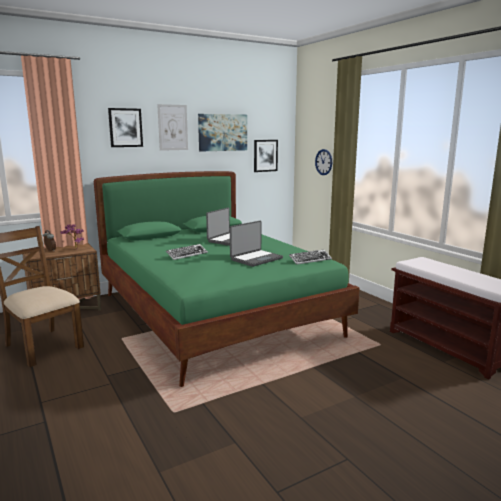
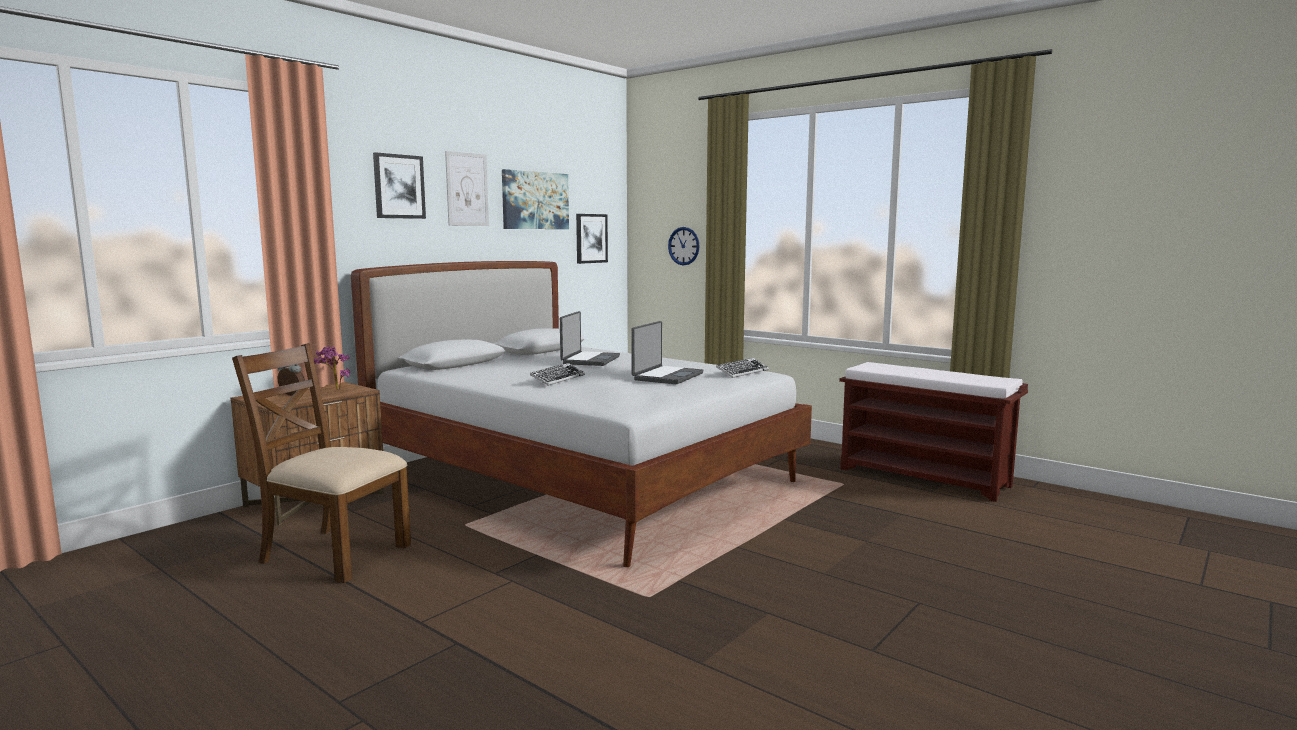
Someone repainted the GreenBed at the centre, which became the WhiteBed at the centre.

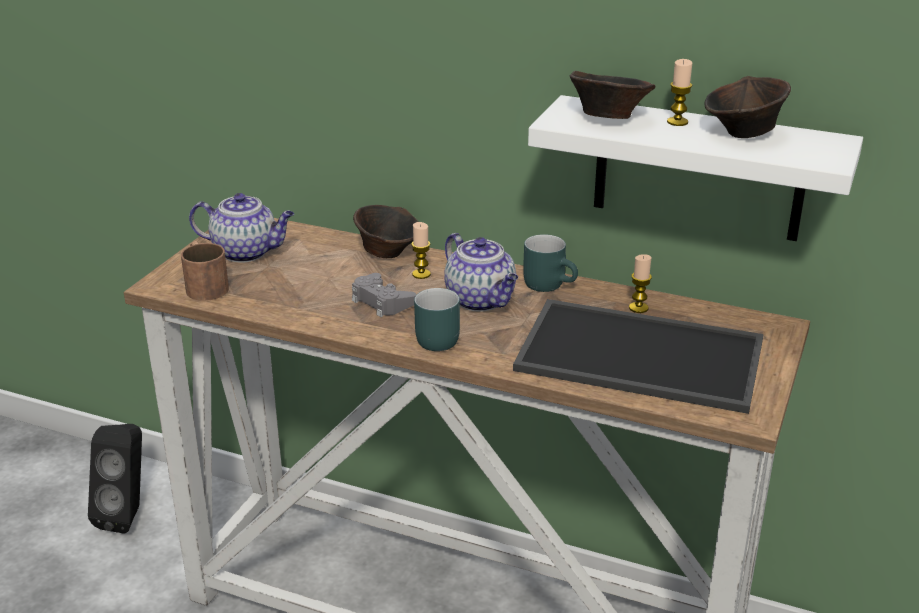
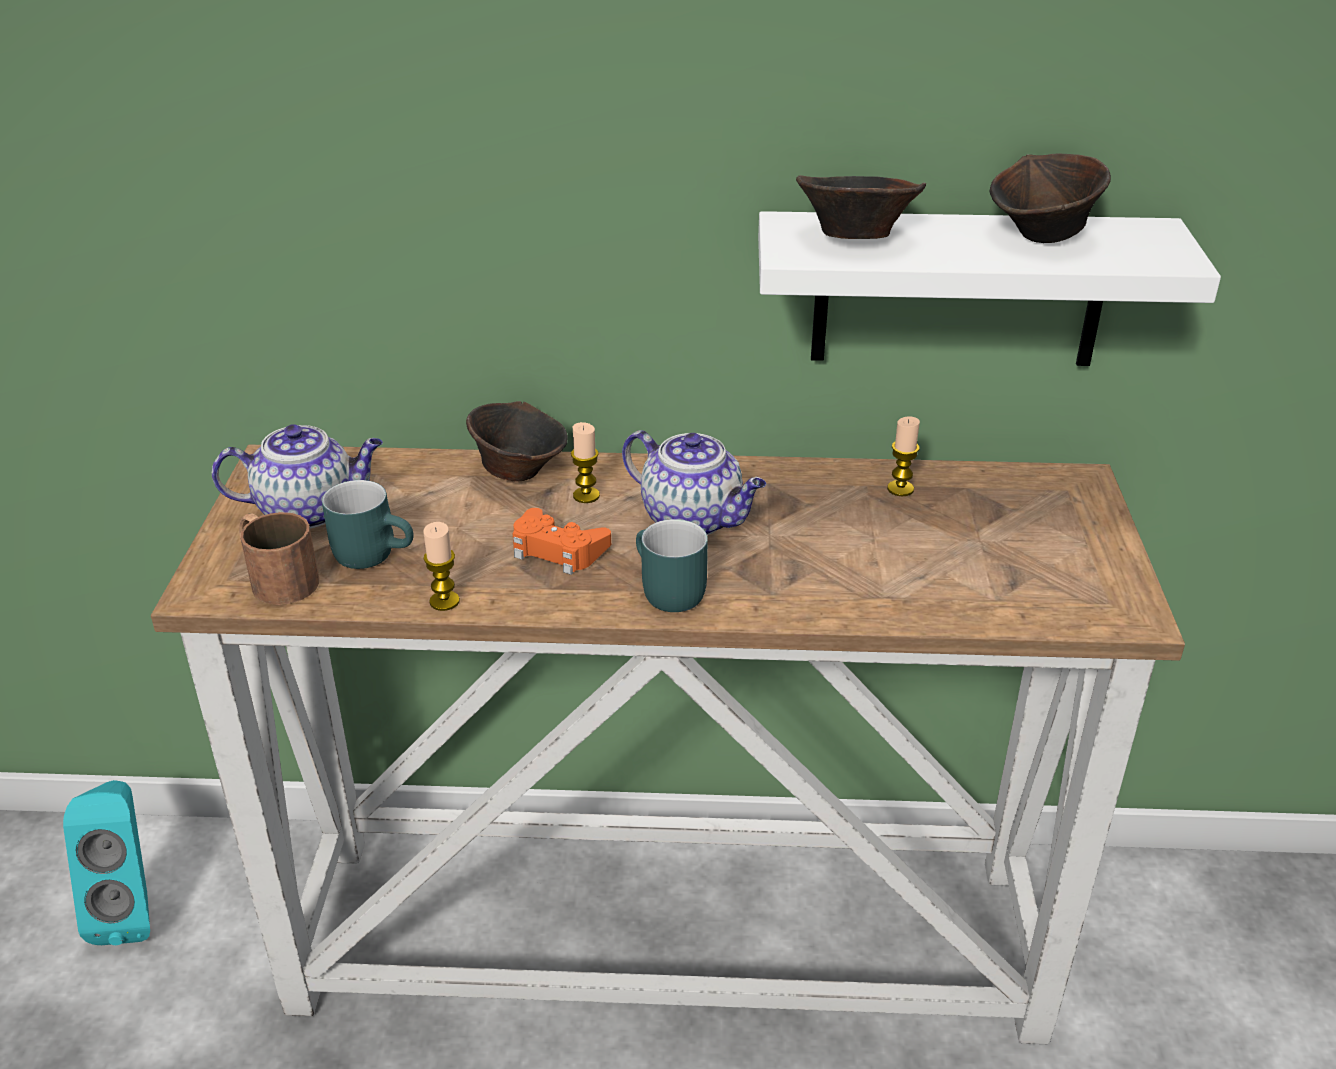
Someone carried the Candle (no. 3 from left in the first image) from the top right to the middle left.
Someone carried the TurquoiseMug (no. 2 from left in the first image) from the centre to the middle left.
Someone repainted the GreyGameController at the centre, which became the OrangeGameController at the centre.
Someone took away the Tray at the middle right.
Someone repainted the BlackSpeaker at the bottom left, which became the TurquoiseSpeaker at the bottom left.

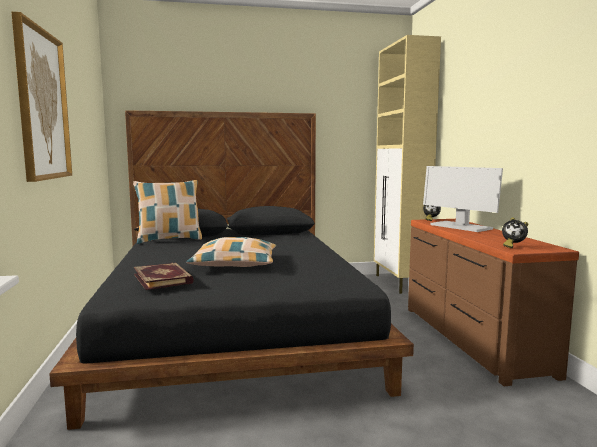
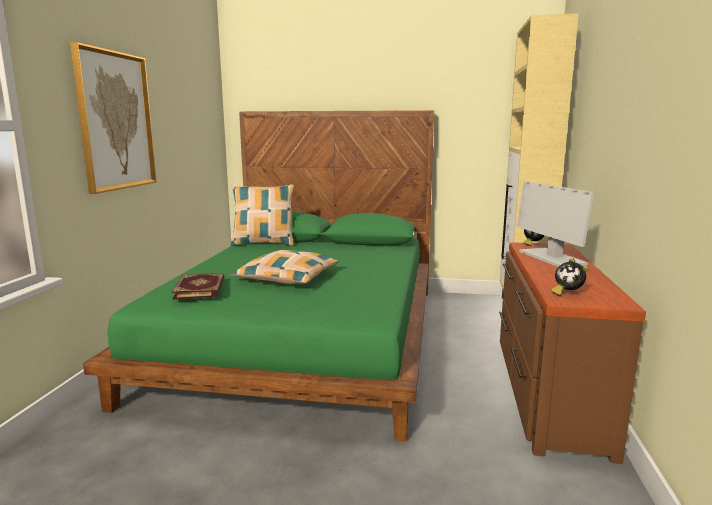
Someone repainted the BlackBed at the centre, which became the GreenBed at the centre.

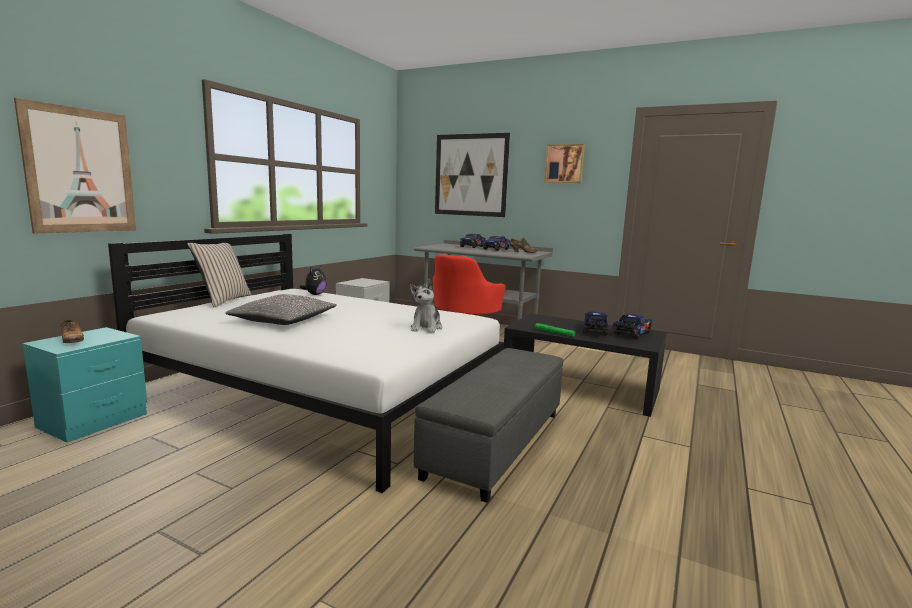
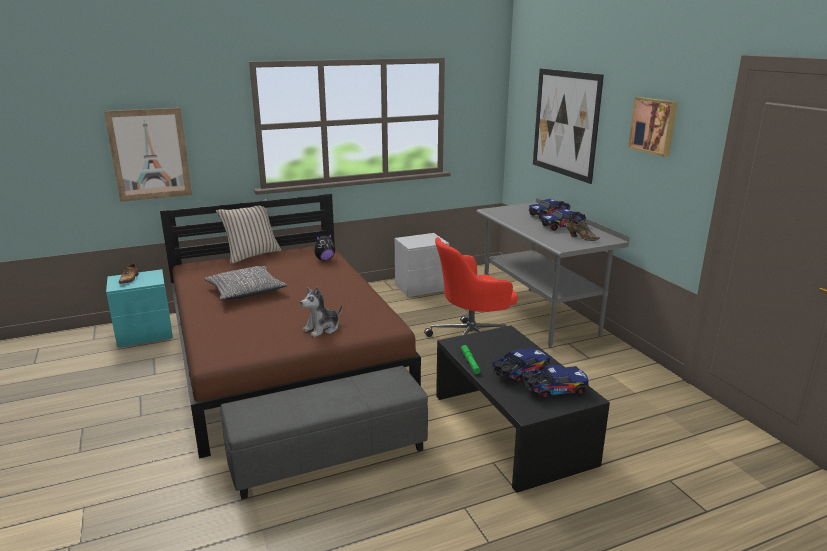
Someone repainted the WhiteBed at the centre, which became the BrownBed at the centre.

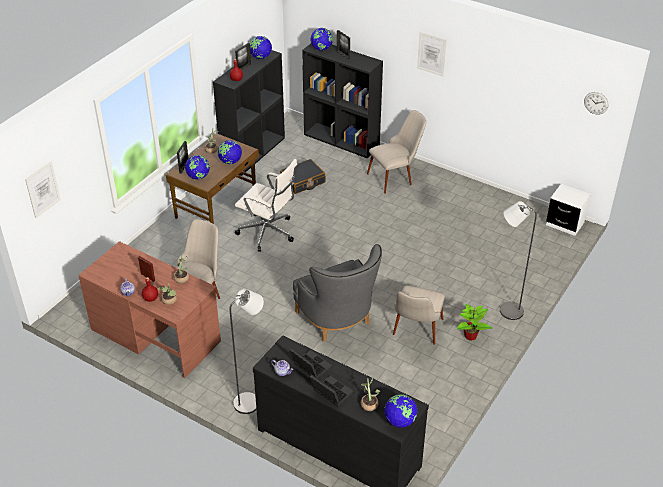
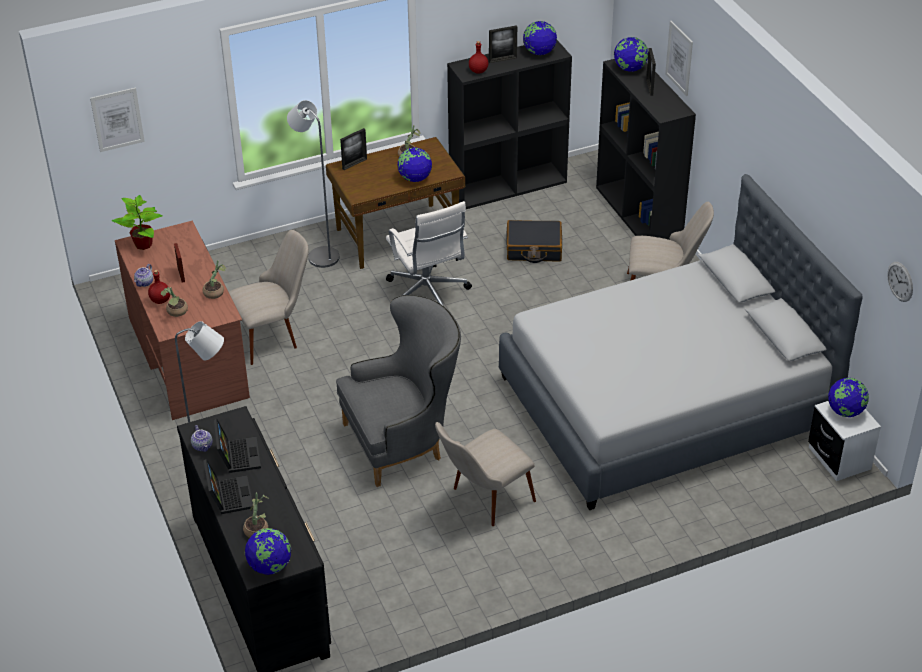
Someone carried the Picture (no. 2 from left) from the top centre to the top right.
Someone carried the Globe (no. 1 from left in the first image) from the middle left to the middle right.
Someone carried the GreyFloorLamp (no. 2 from left) from the middle right to the top centre.
Someone rotated the GreyArmchair at the centre by 120 degrees counterclockwise.
Someone carried the PottedPlant (no. 5 from left in the first image) from the middle right to the top left.
Someone put down the GreyBed at the middle right.

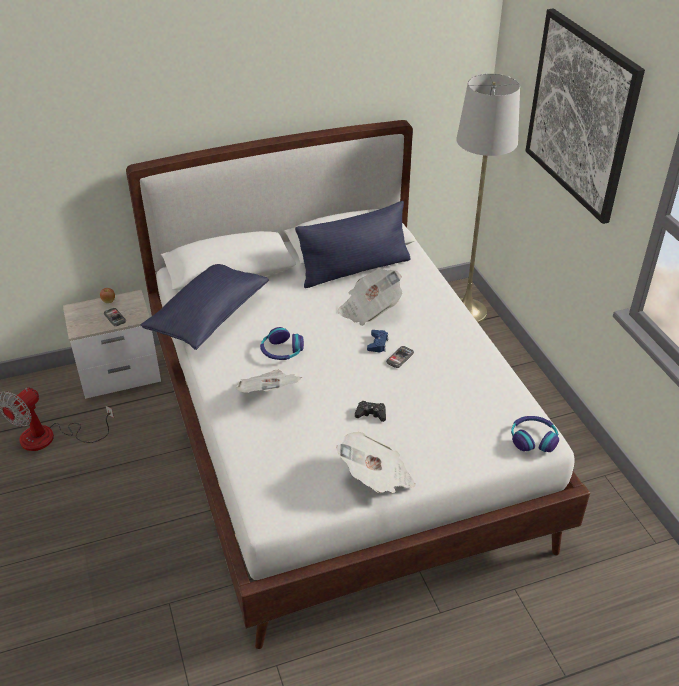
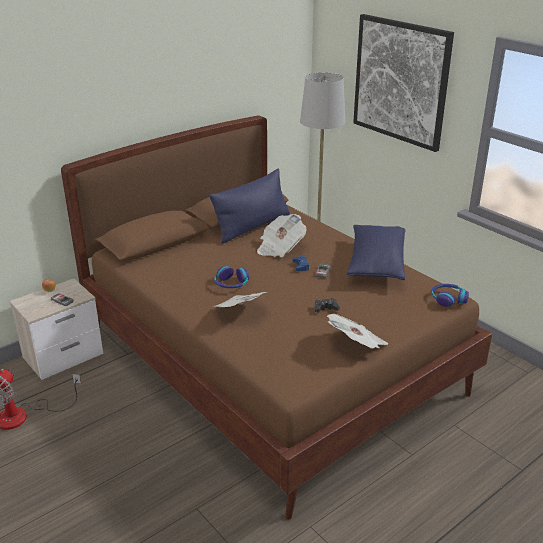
Someone repainted the WhiteBed at the centre, which became the BrownBed at the centre.
Someone carried the BluePillow (no. 1 from left in the first image) from the middle left to the middle right.

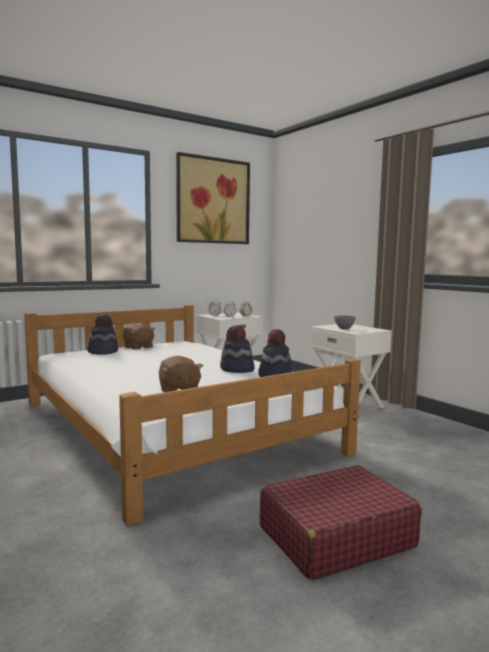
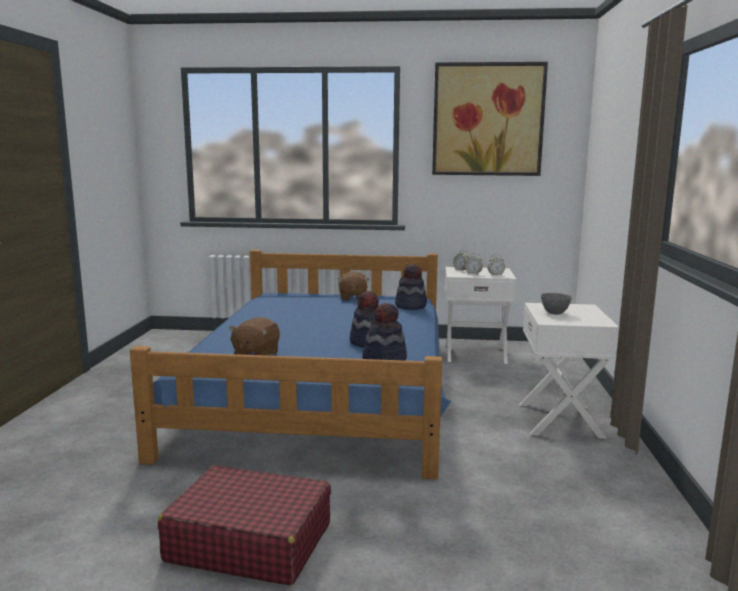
Someone repainted the WhiteBed at the centre, which became the BlueBed at the centre.
Someone carried the Hat (no. 1 from left in the first image) from the middle left to the centre.

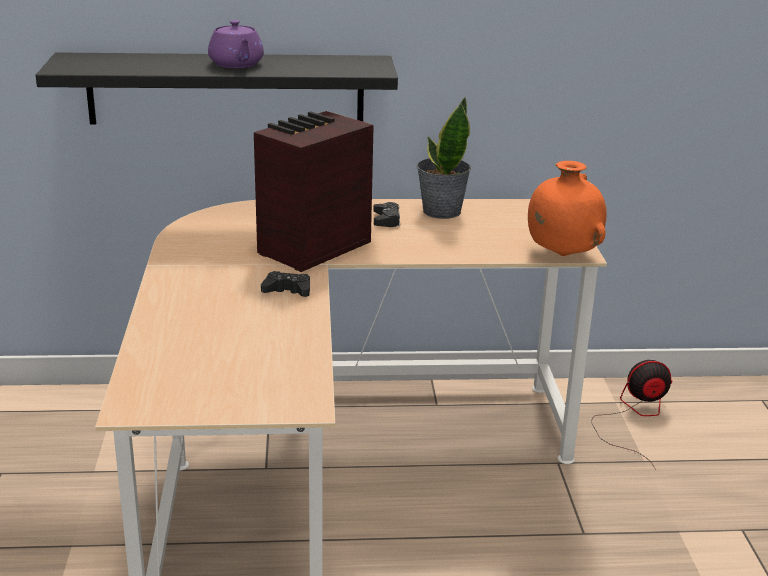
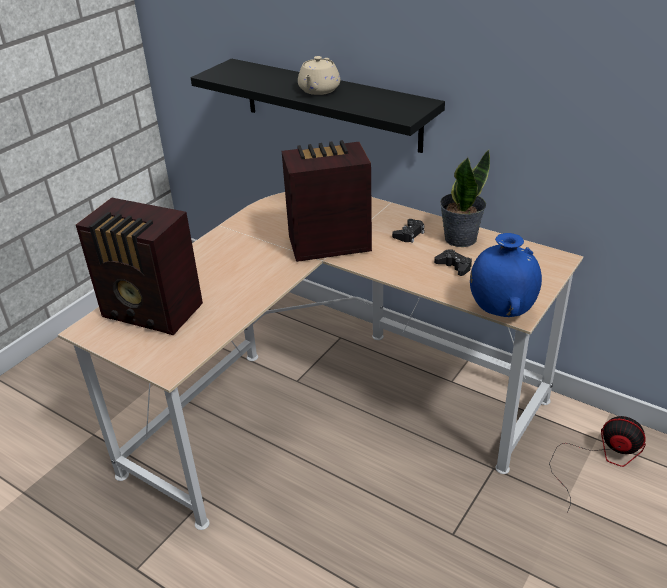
Someone repainted the PurpleTeapot at the top left, which became the BeigeTeapot at the top centre.
Someone repainted the OrangeVase at the middle right, which became the BlueVase at the middle right.
Someone carried the BlackGameController (no. 1 from left in the first image) from the centre to the middle right.
Someone put down the Radio (no. 1 from left) at the middle left.

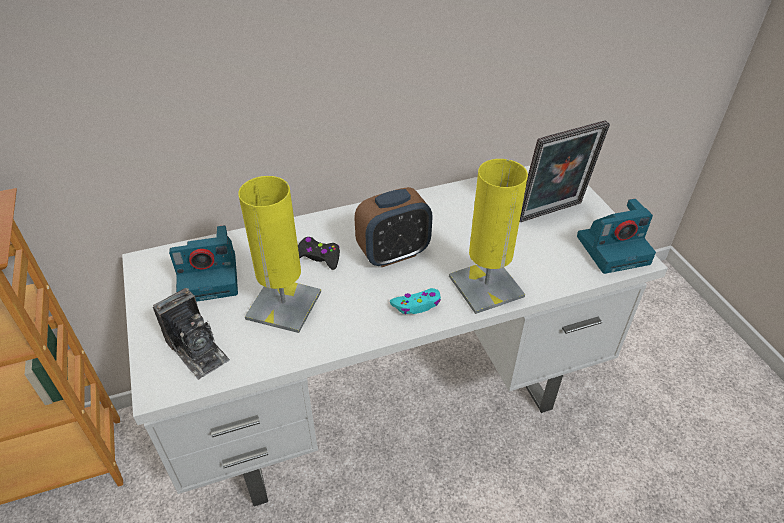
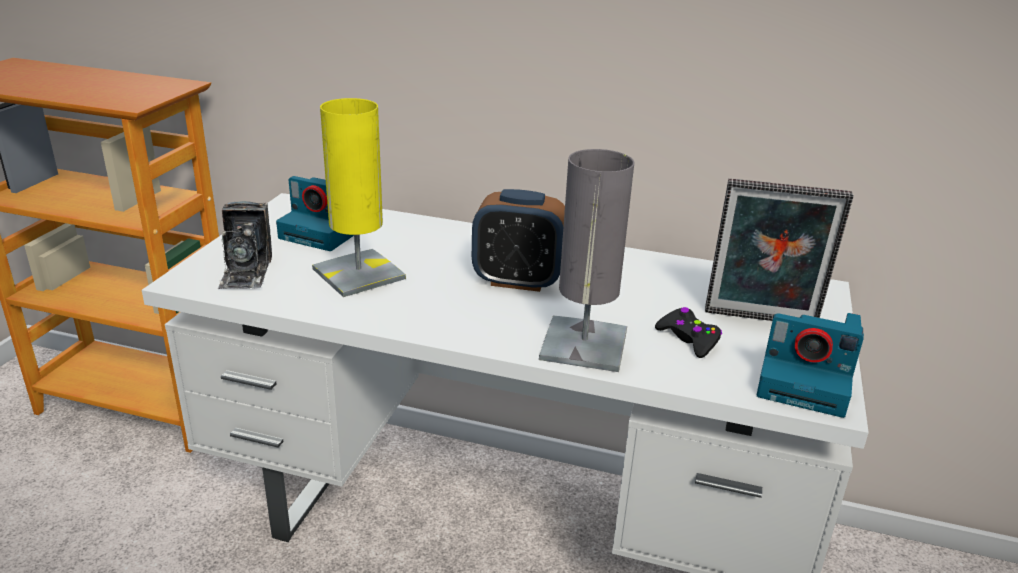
Someone repainted the YellowTableLamp (no. 2 from left) at the centre, which became the GreyTableLamp at the centre.
Someone carried the BlackGameController from the centre to the middle right.
Someone took away the TurquoiseGameController at the centre.

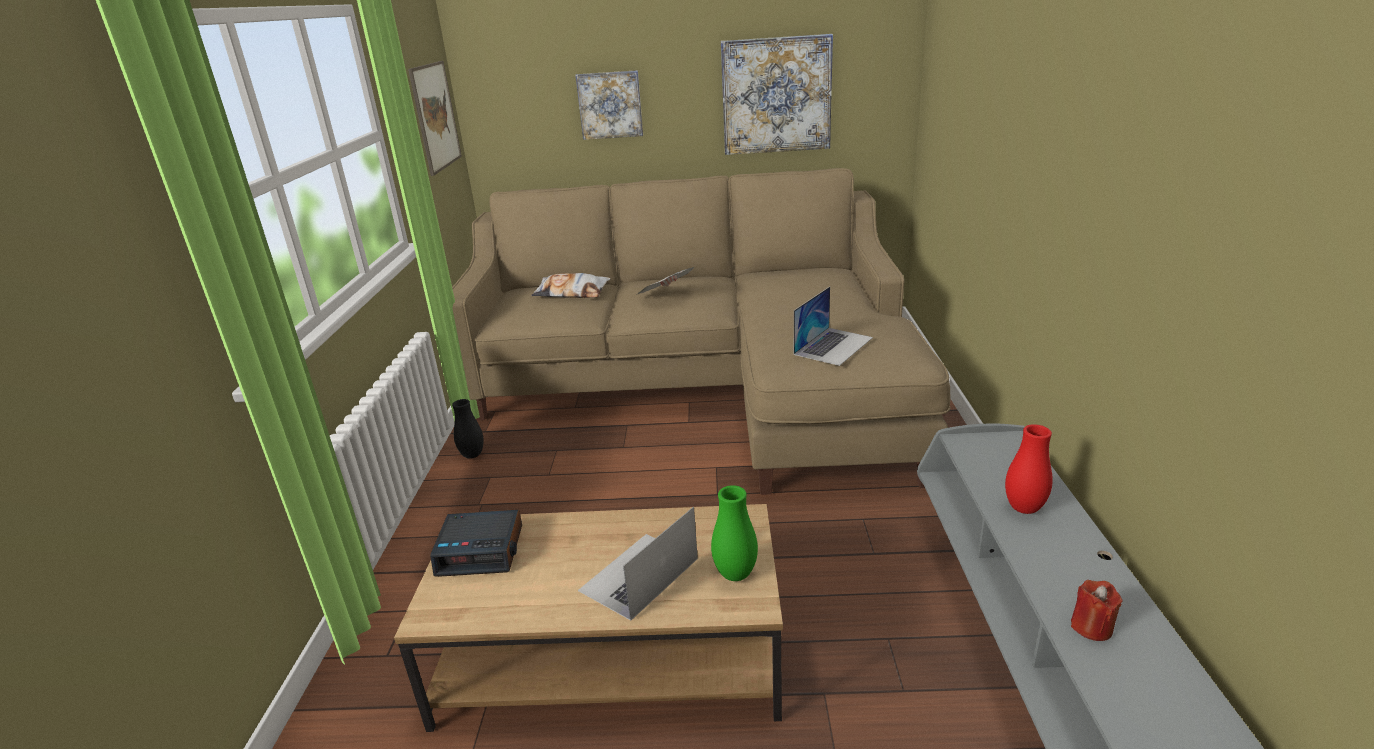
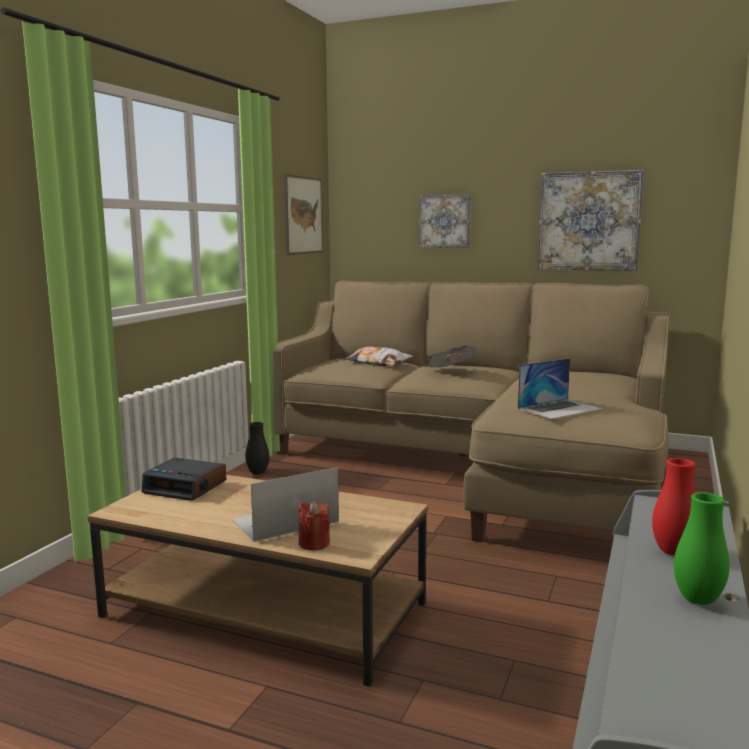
Someone carried the GreenVase from the bottom centre to the bottom right.
Someone carried the RedCandle from the bottom right to the bottom centre.

